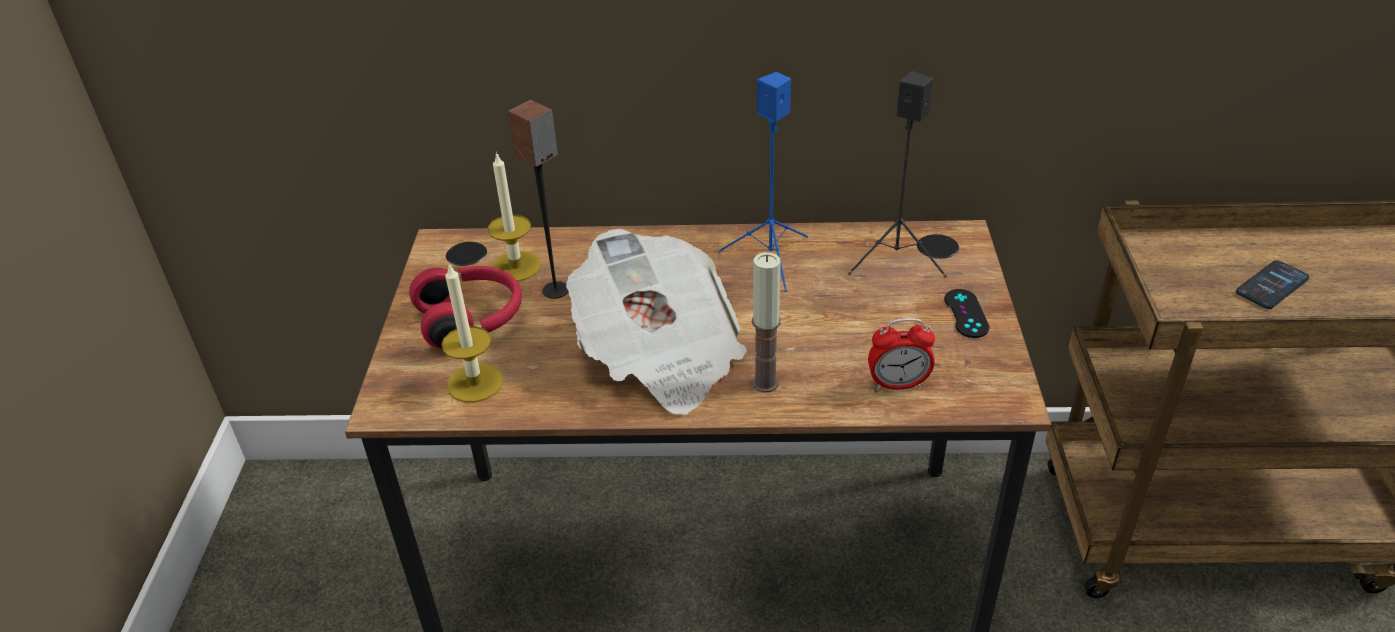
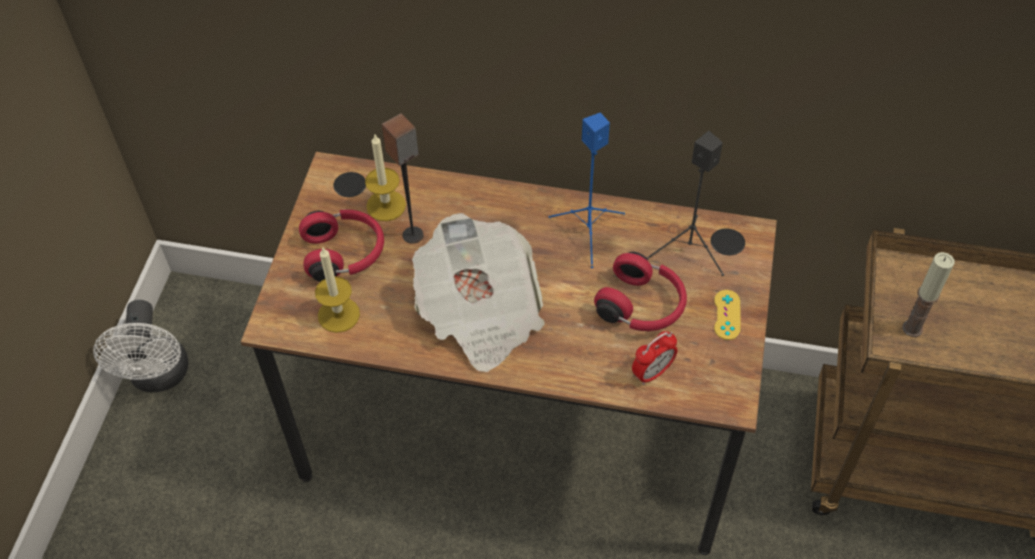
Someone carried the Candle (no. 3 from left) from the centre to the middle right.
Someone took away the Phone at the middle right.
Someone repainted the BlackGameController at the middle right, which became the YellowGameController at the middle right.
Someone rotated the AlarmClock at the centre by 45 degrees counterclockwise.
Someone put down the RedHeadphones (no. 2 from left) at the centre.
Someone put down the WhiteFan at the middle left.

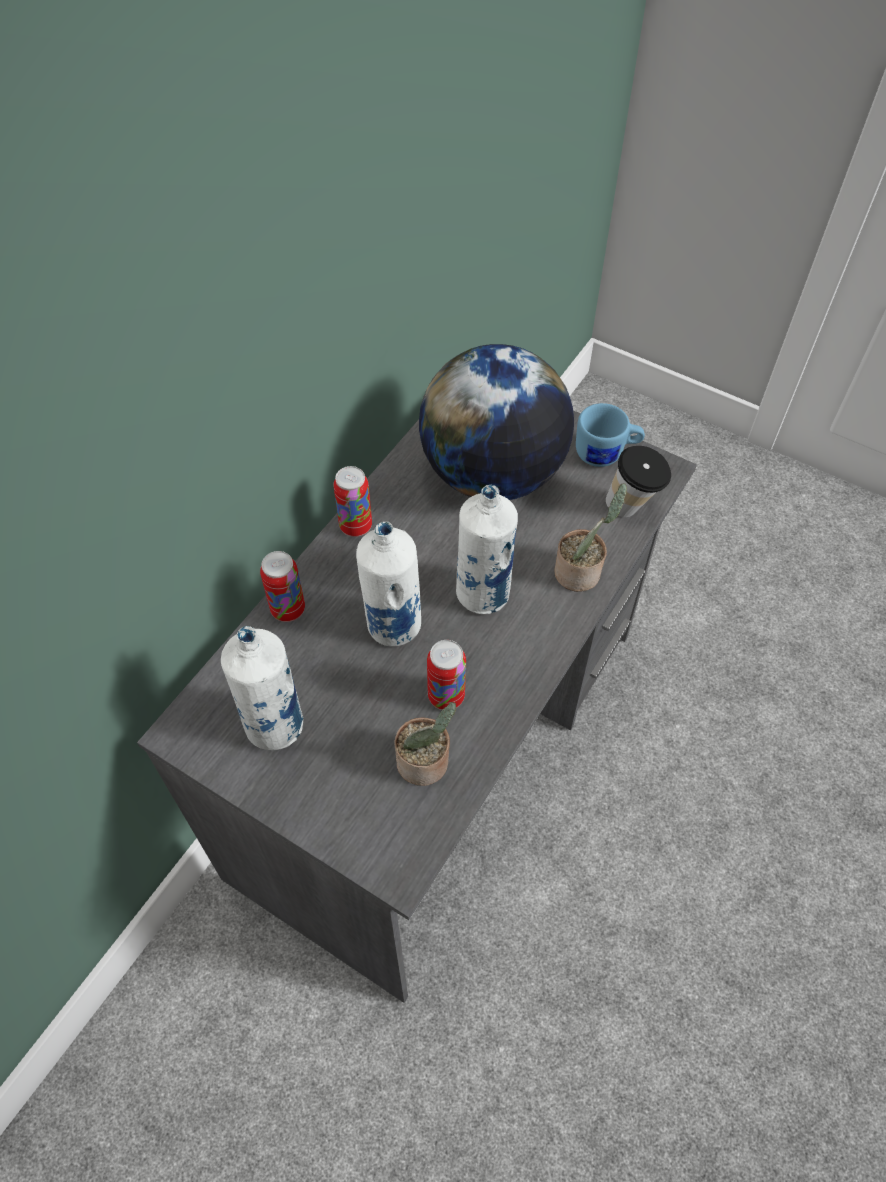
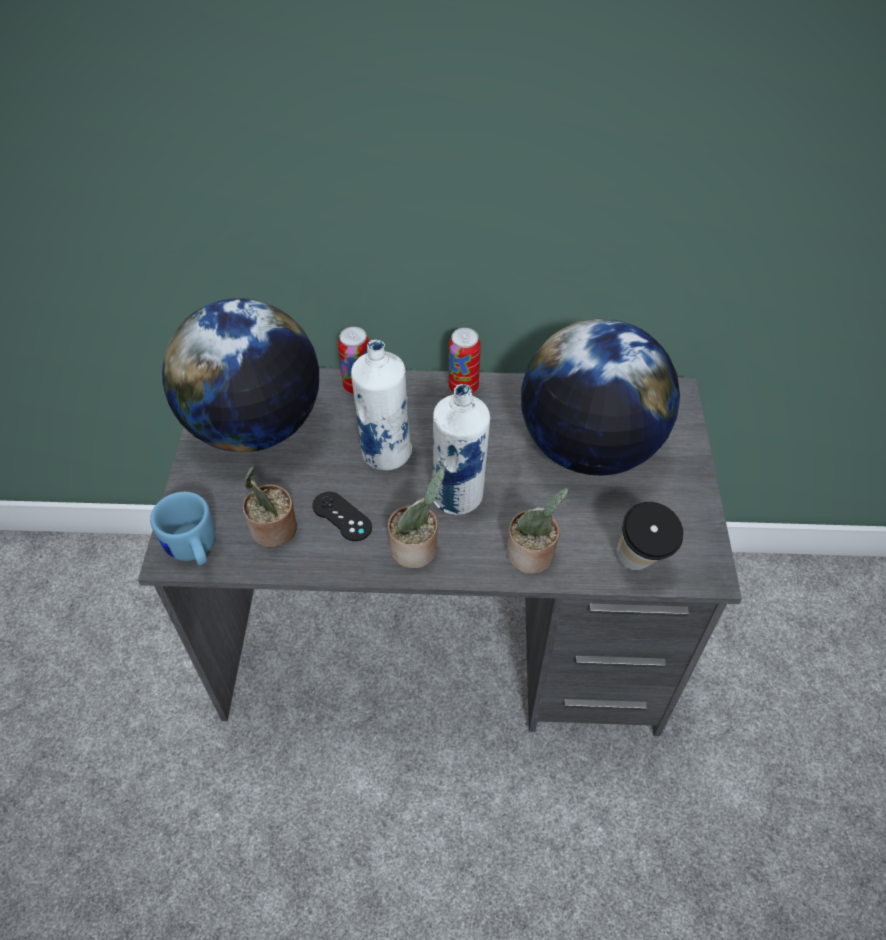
Someone carried the BlueMug from the middle right to the middle left.
Someone swapped the WhiteBottle (no. 1 from left) at the middle left for the Globe (no. 1 from left) at the middle left.
Someone swapped the Can (no. 3 from left) at the centre for the BlackGameController at the centre.
Someone put down the PottedPlant (no. 2 from left) at the centre.

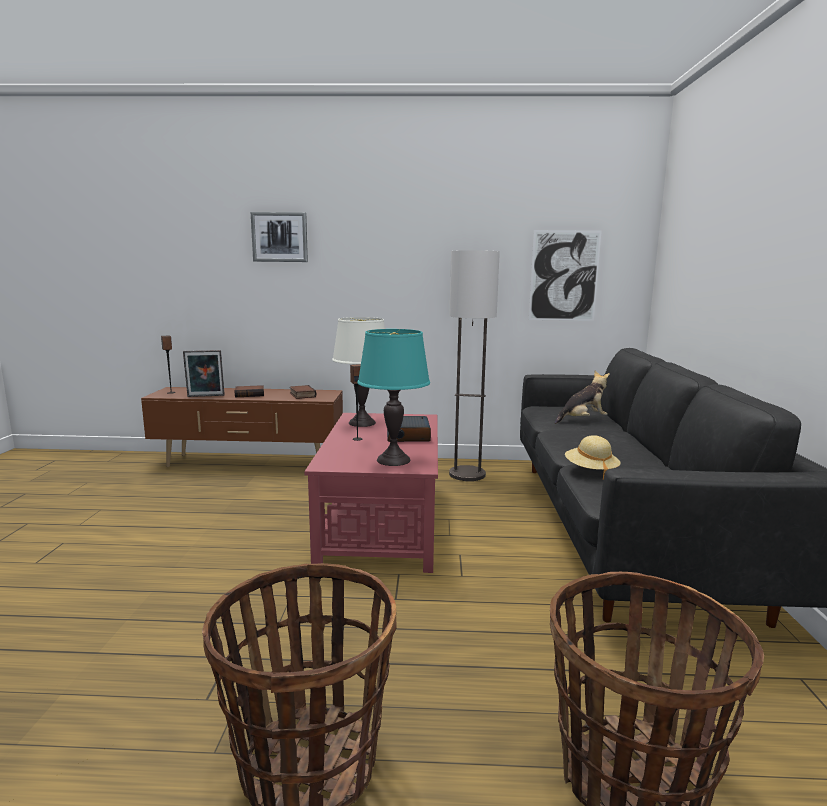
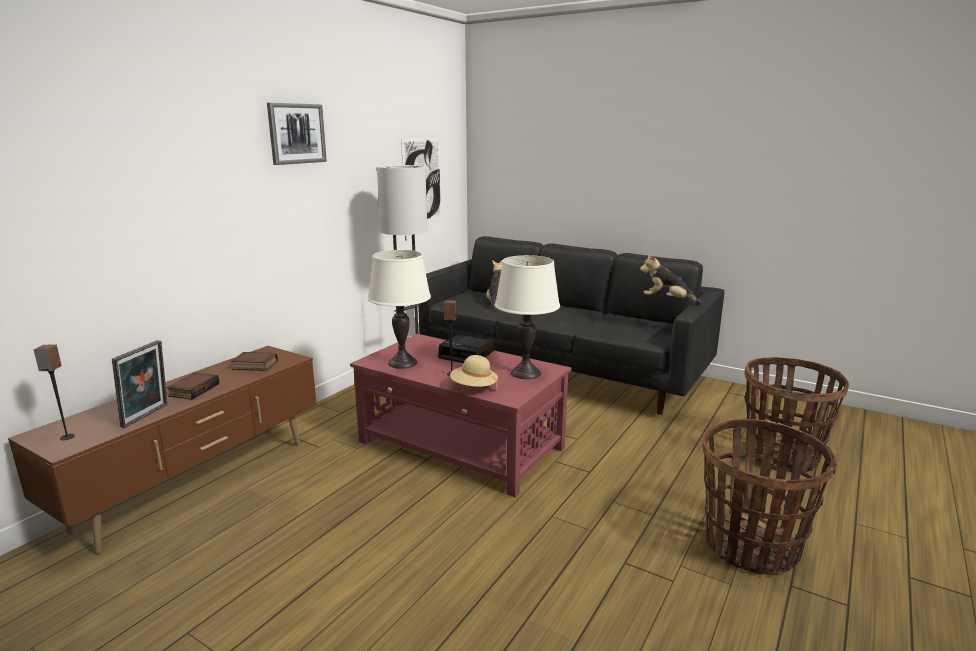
Someone carried the Picture (no. 1 from left) from the top centre to the top left.
Someone repainted the TurquoiseTableLamp at the centre, which became the WhiteTableLamp (no. 2 from left) at the centre.
Someone carried the BeigeHat from the middle right to the centre.
Someone put down the PlushToy (no. 2 from left) at the middle right.

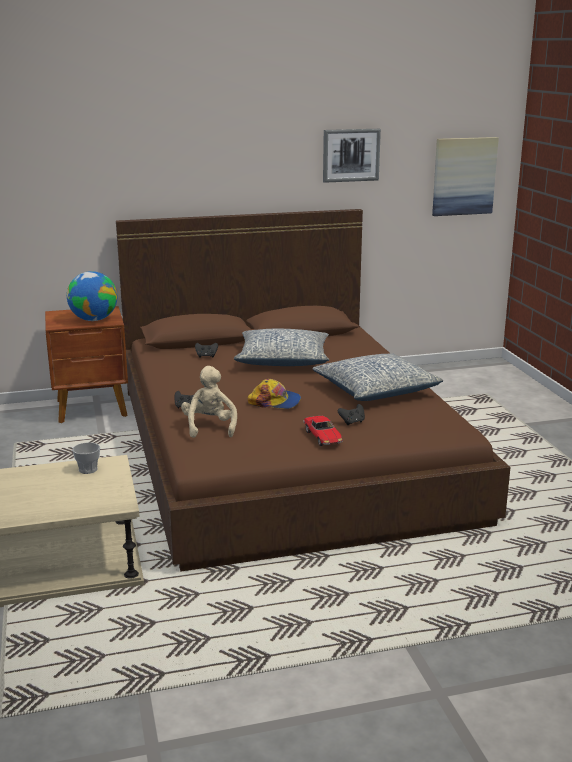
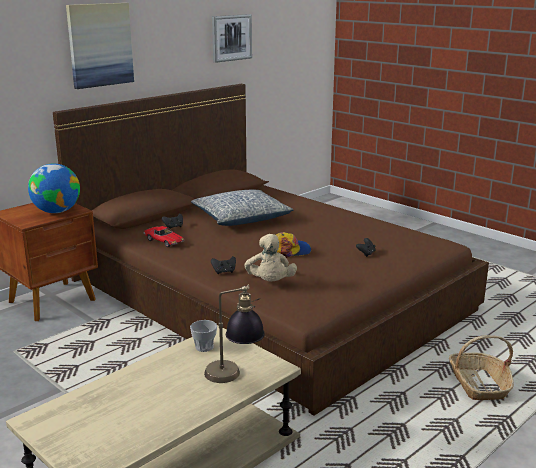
Someone carried the Picture (no. 2 from left in the first image) from the top right to the top left.
Someone took away the Pillow (no. 2 from left) at the centre.
Someone rotated the BeigePlushToy at the centre by 150 degrees counterclockwise.
Someone carried the ToyCar from the centre to the middle left.
Someone put down the TableLamp at the bottom centre.
Someone put down the Basket at the bottom right.

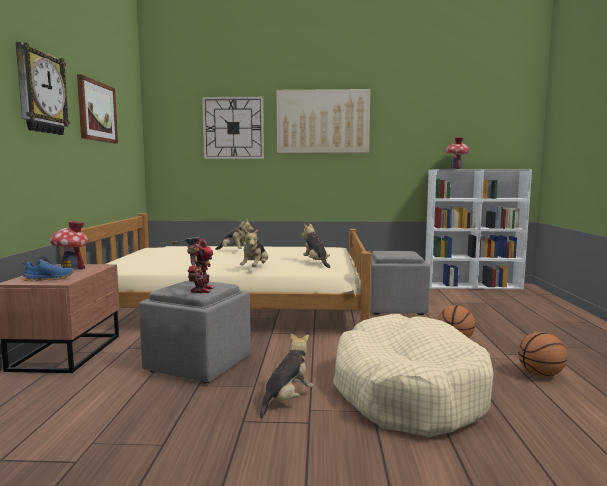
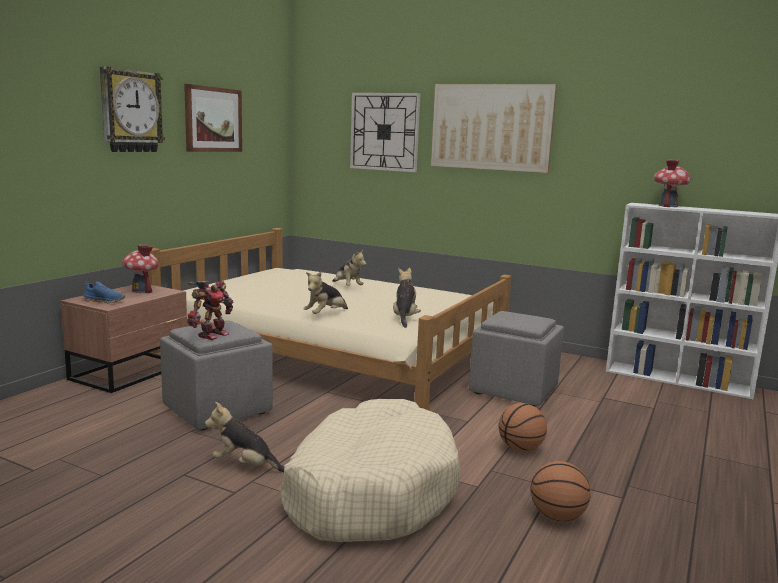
Someone rotated the PlushToy (no. 3 from left in the first image) at the bottom centre by 135 degrees counterclockwise.

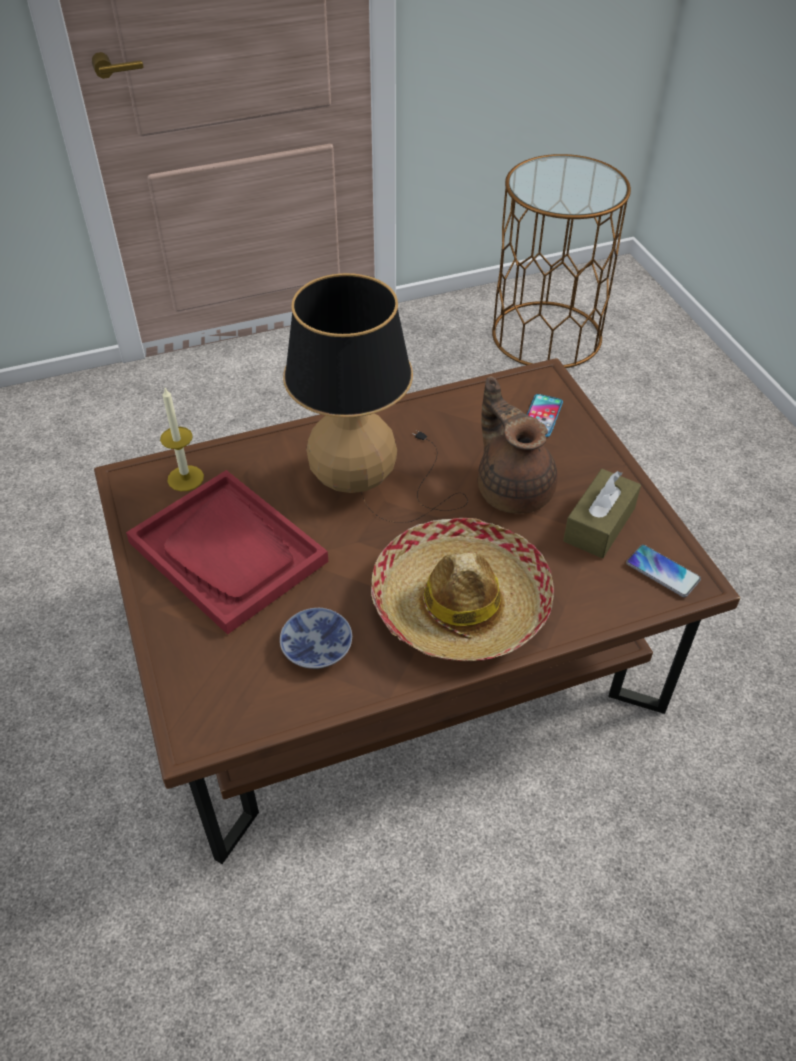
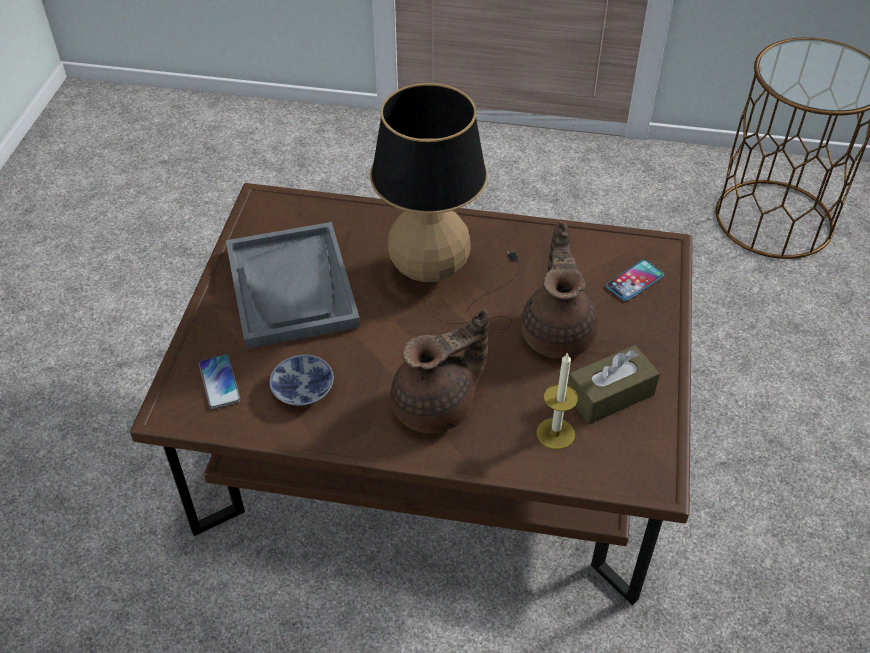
Someone carried the Candle from the middle left to the centre.
Someone repainted the RedTray at the middle left, which became the GreyTray at the centre.
Someone swapped the Hat at the centre for the BrownTeapot (no. 1 from left) at the centre.
Someone carried the Phone (no. 2 from left in the first image) from the middle right to the middle left.

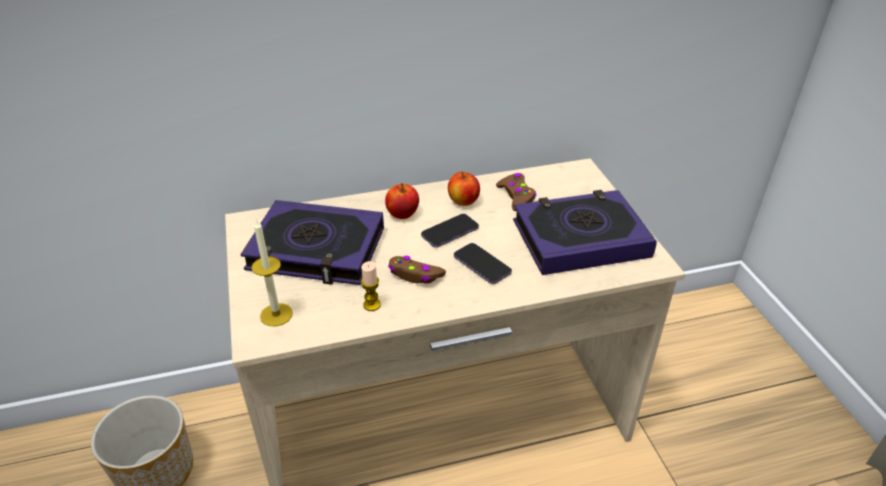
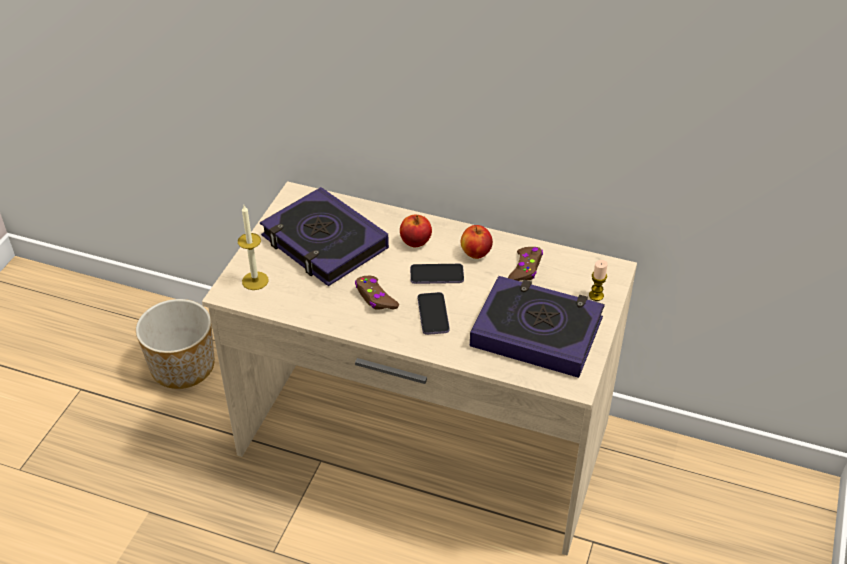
Someone carried the Candle (no. 2 from left) from the centre to the middle right.

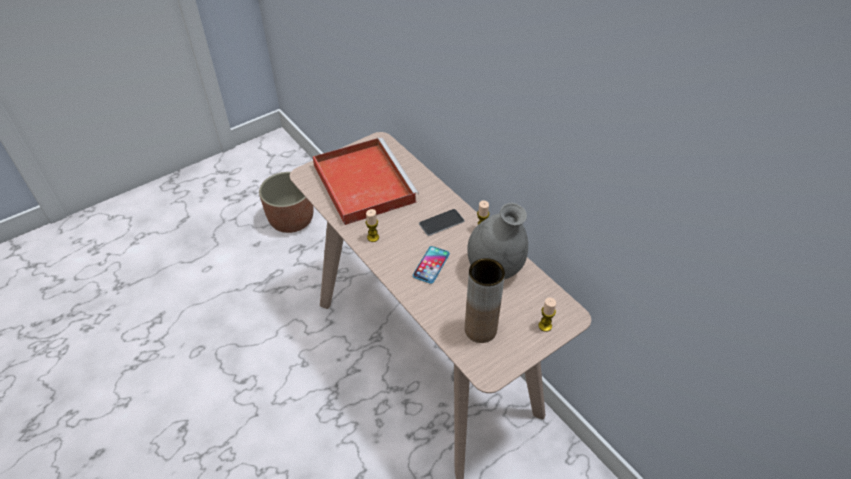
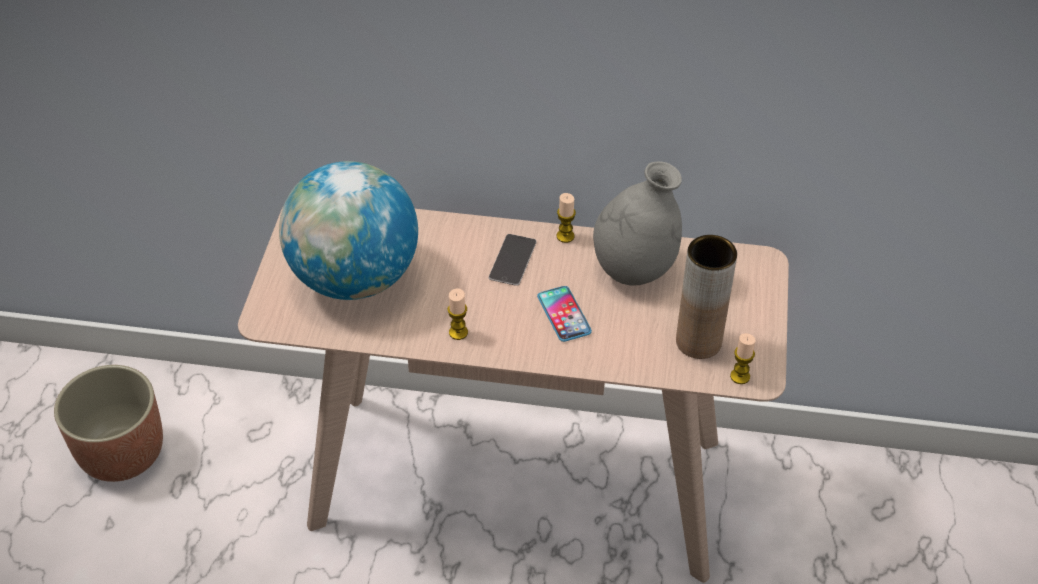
Someone swapped the RedTray at the centre for the Globe at the centre.
Someone carried the Candle (no. 3 from left) from the centre to the middle right.

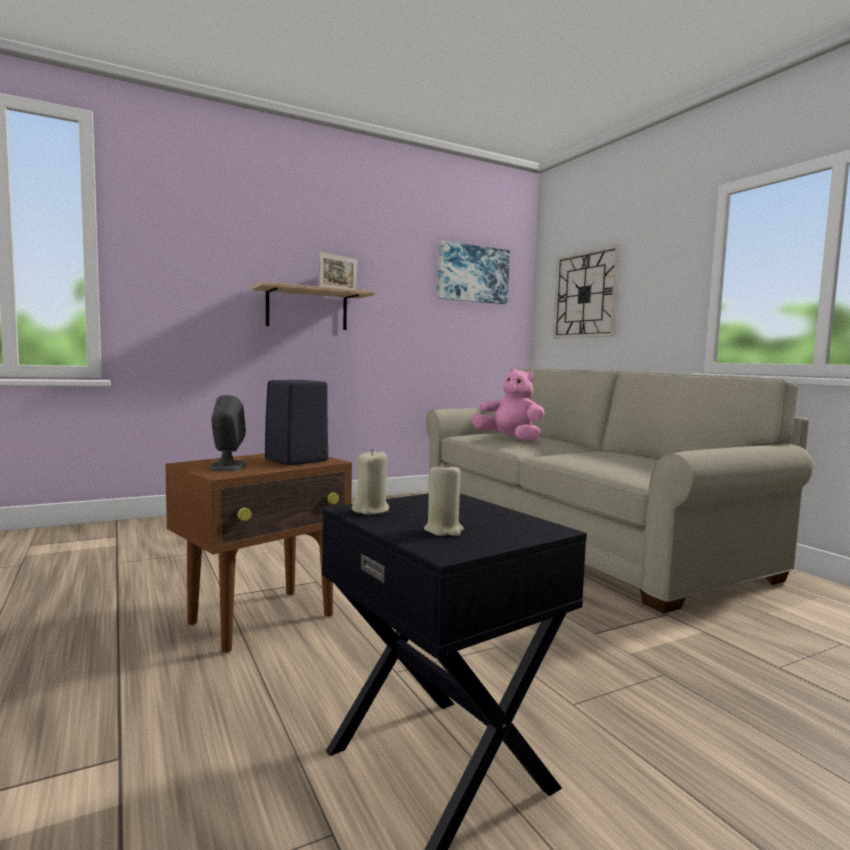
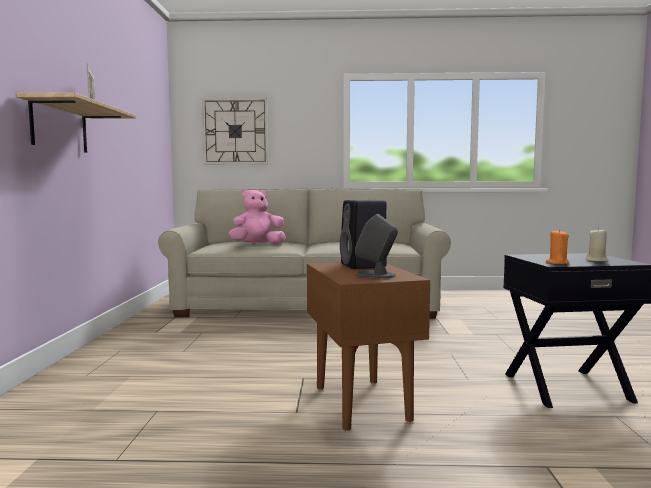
Someone took away the Picture at the top centre.
Someone repainted the BeigeCandle (no. 1 from left) at the centre, which became the OrangeCandle at the middle right.

